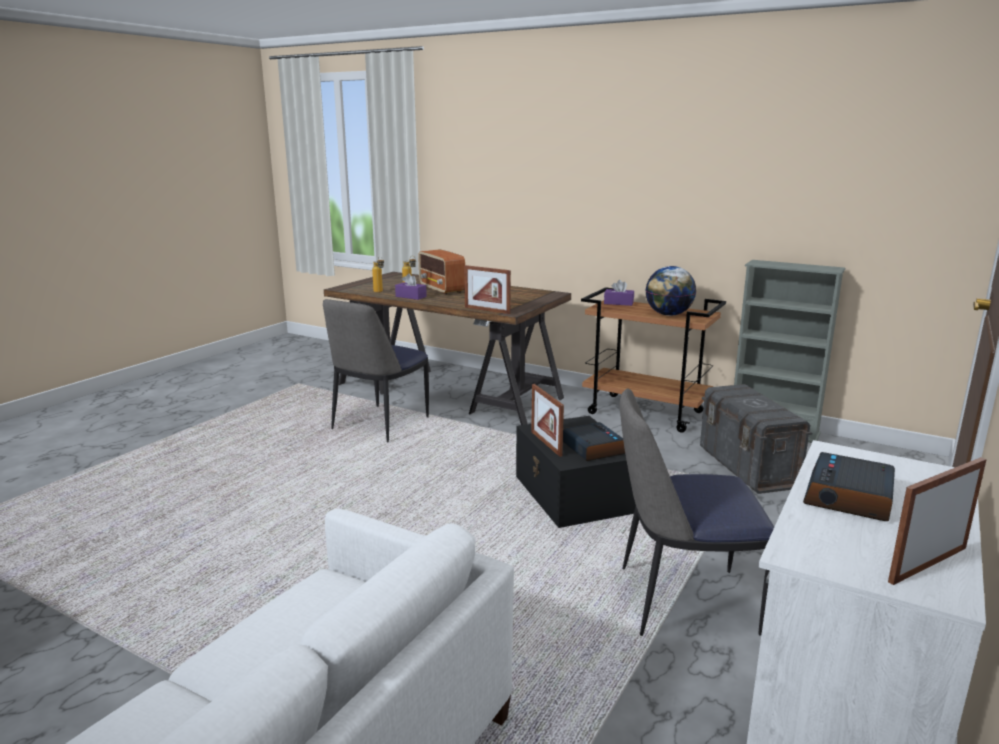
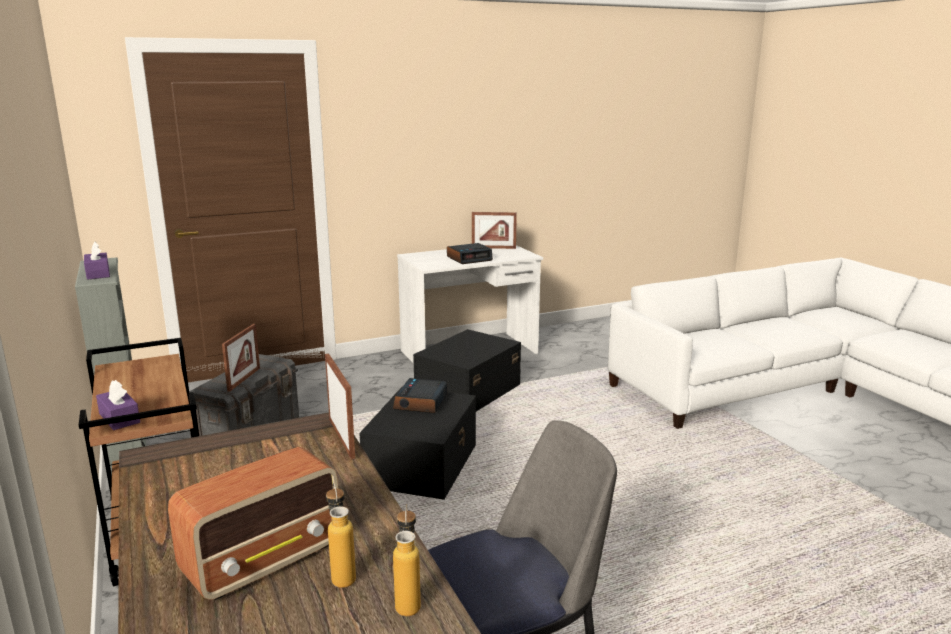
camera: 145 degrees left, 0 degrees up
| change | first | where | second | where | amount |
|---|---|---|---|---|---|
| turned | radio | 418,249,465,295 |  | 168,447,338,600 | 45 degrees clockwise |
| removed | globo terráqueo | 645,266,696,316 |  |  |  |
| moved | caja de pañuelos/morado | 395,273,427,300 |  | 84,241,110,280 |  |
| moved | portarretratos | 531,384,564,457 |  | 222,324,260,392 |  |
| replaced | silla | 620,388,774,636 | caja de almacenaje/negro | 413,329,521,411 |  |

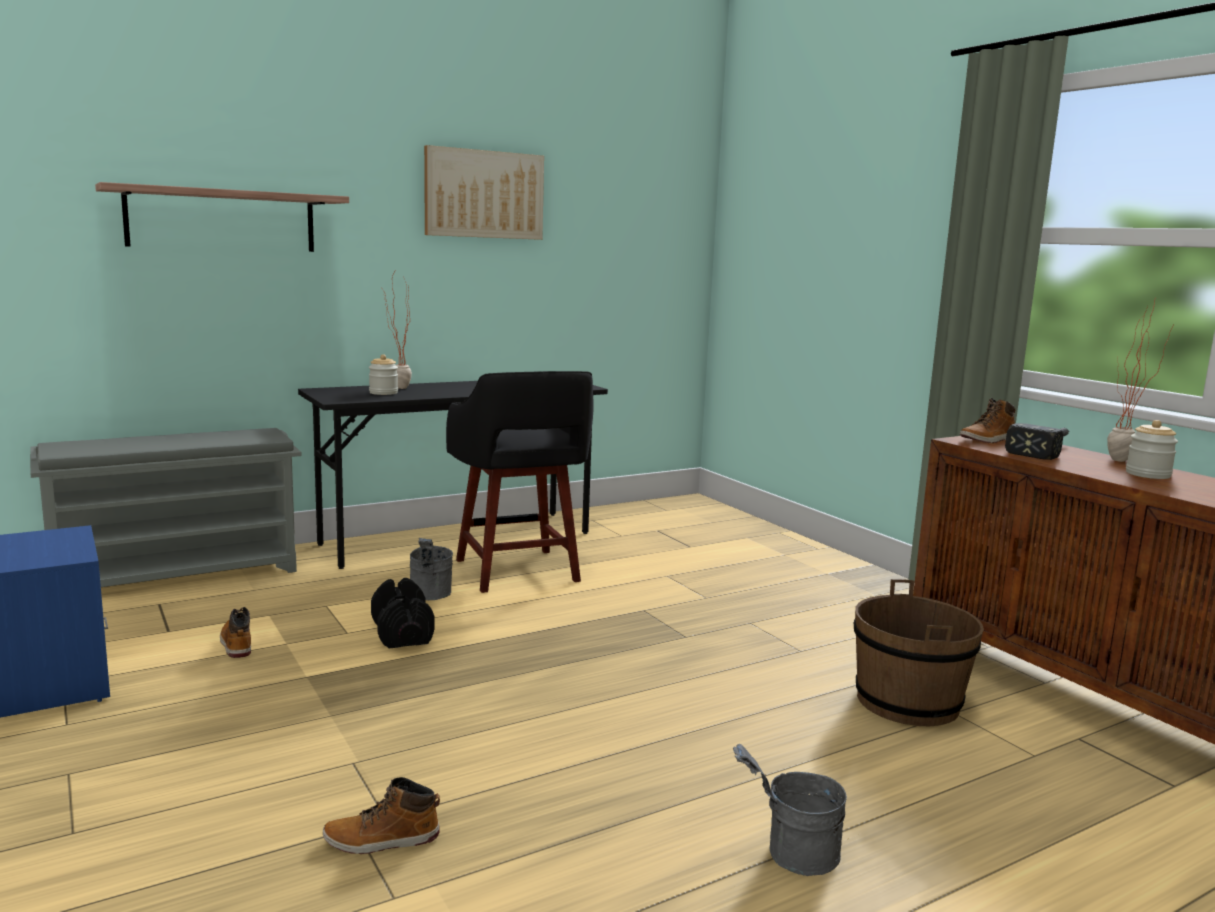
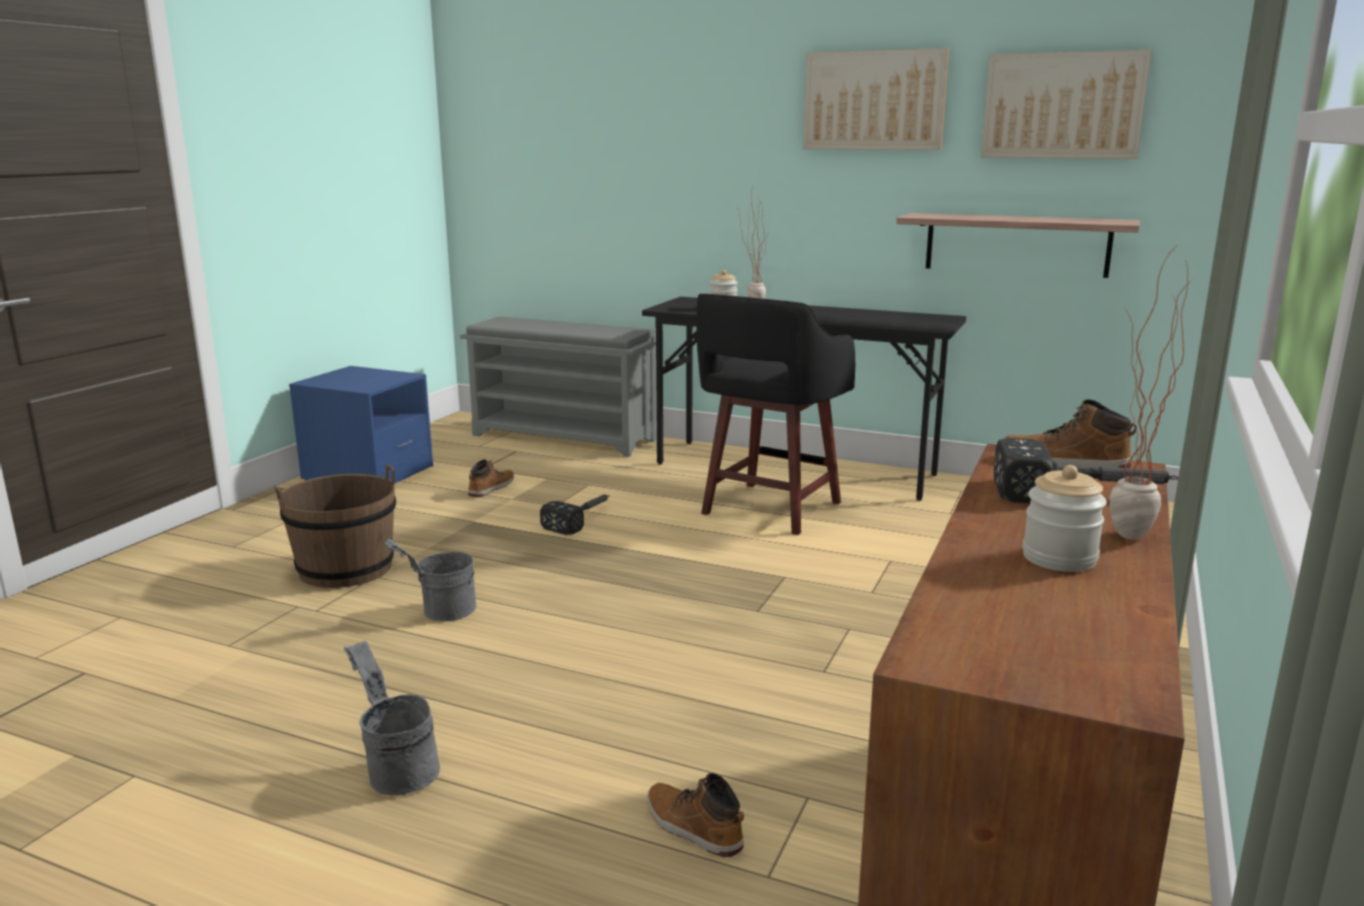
camera: 55 degrees right, 5 degrees up
| change | first | where | second | where | amount |
|---|---|---|---|---|---|
| moved | estante | 95,182,349,252 |  | 896,213,1139,278 |  |
| moved | cubo/gris | 410,538,453,600 |  | 384,539,476,621 |  |
| replaced | mancuerna/negro | 371,578,434,648 | martillo | 540,494,610,535 |  |
| moved | cubo/marrón | 854,579,984,726 |  | 274,464,396,588 |  |
| moved | bota | 323,777,440,854 |  | 647,773,744,857 |  |
| added |  |  | cuadro | 981,50,1152,159 |  |

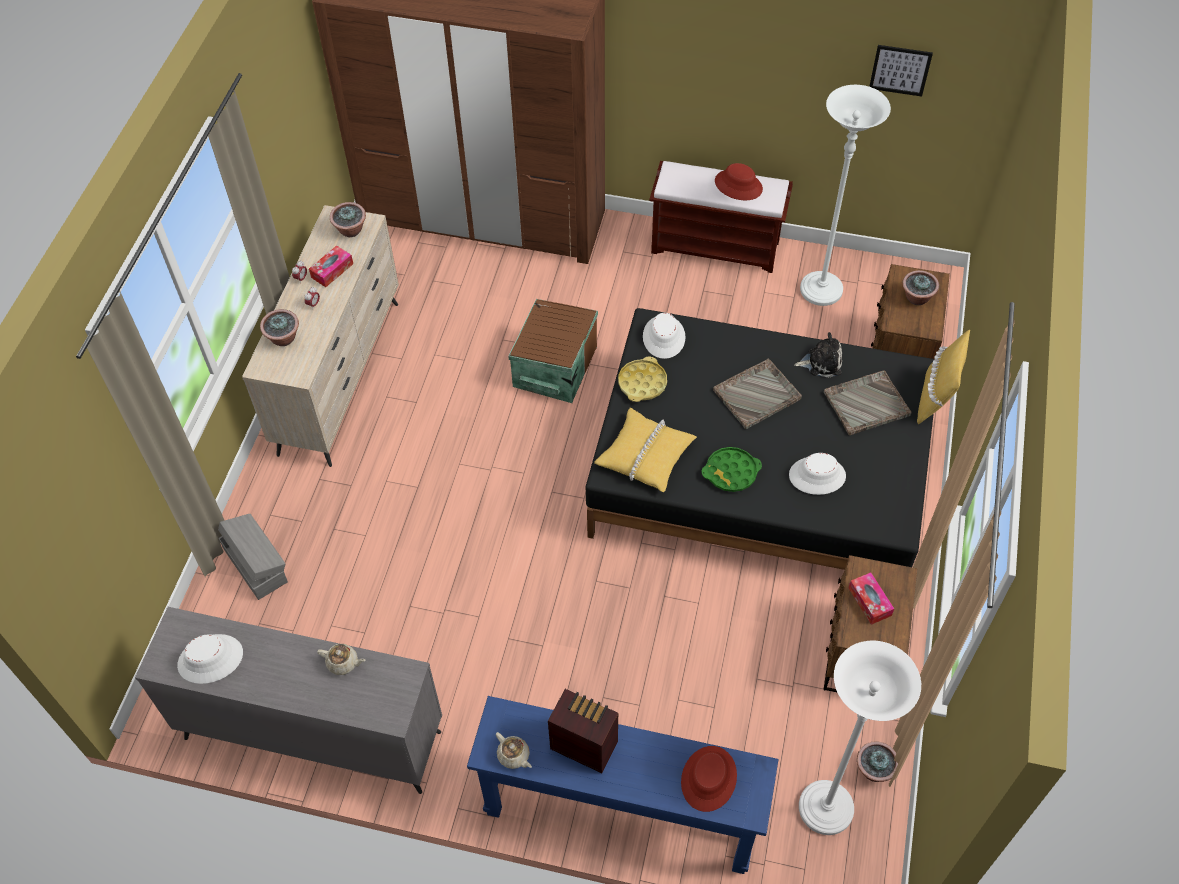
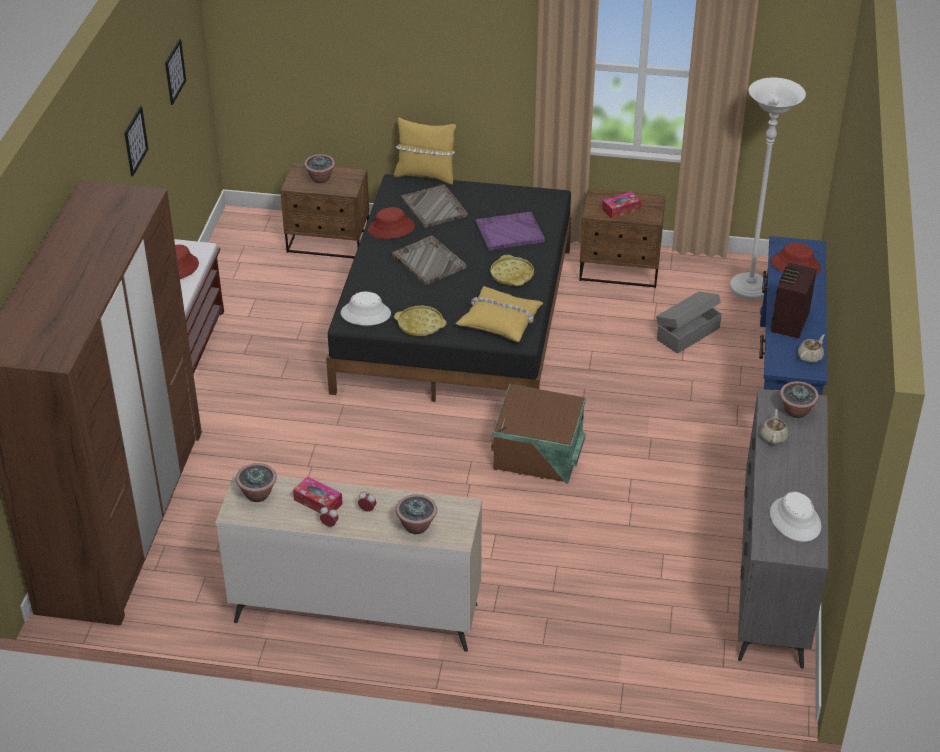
camera: 95 degrees left, 15 degrees down
| change | first | where | second | where | amount |
|---|---|---|---|---|---|
| removed | lámpara de pie/blanco | 800,85,891,306 |  |  |  |
| moved | caja de almacenaje/marrón | 508,299,598,403 |  | 491,384,586,484 |  |
| replaced | peluche | 794,332,842,378 | sombrero/rojo | 368,207,415,239 |  |
| recoloured | bandeja/verde | 701,447,762,492 | bandeja/amarillo | 490,255,534,286 |  |
| replaced | sombrero/blanco | 789,453,846,495 | bandeja/morado | 476,212,545,251 |  |
| moved | caja de almacenaje/gris | 218,514,288,600 |  | 656,292,722,353 |  |
| moved | planta en maceta | 857,741,898,782 |  | 780,381,819,418 |  |
| added |  |  | cuadro | 124,106,148,176 |  |

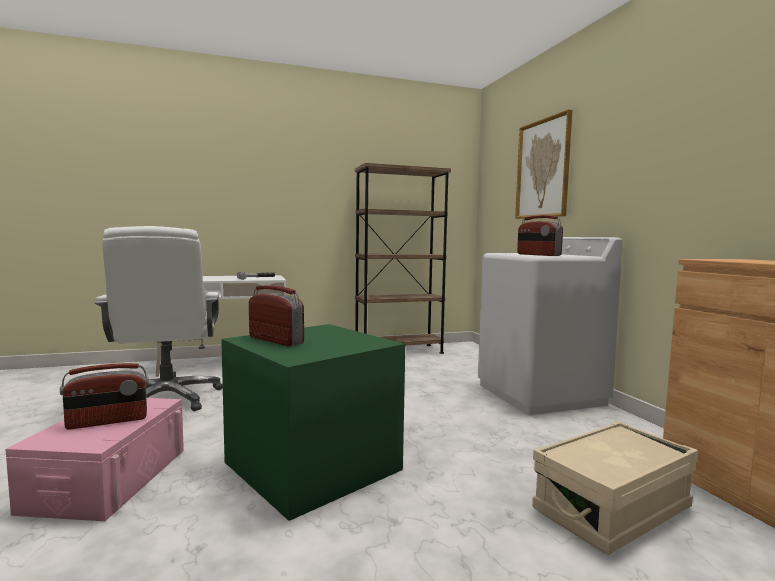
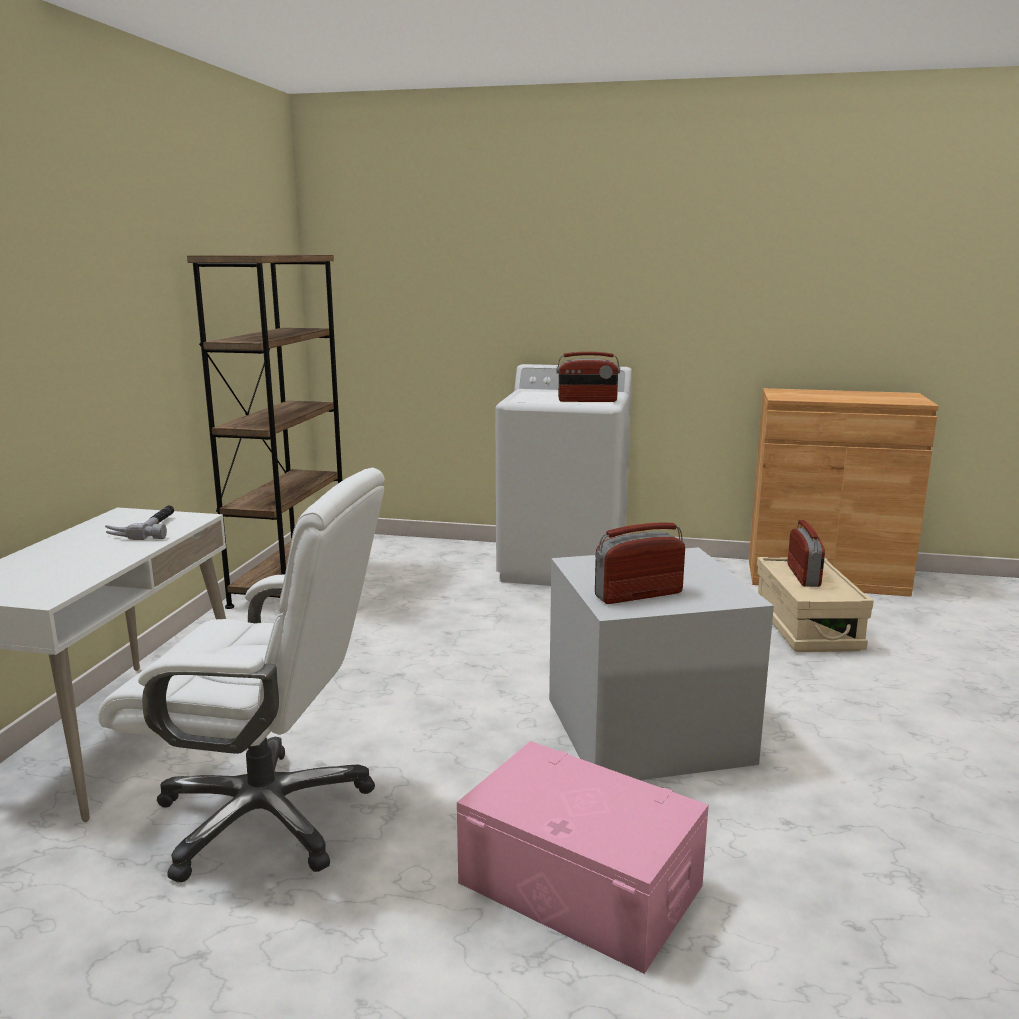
camera: 60 degrees left, 10 degrees up
| change | first | where | second | where | amount |
|---|---|---|---|---|---|
| removed | cuadro | 515,110,572,219 |  |  |  |
| recoloured | caja de almacenaje/verde | 221,324,405,521 | caja de almacenaje/gris | 549,547,774,780 |  |
| moved | radio | 60,363,149,429 |  | 787,520,825,587 |  |

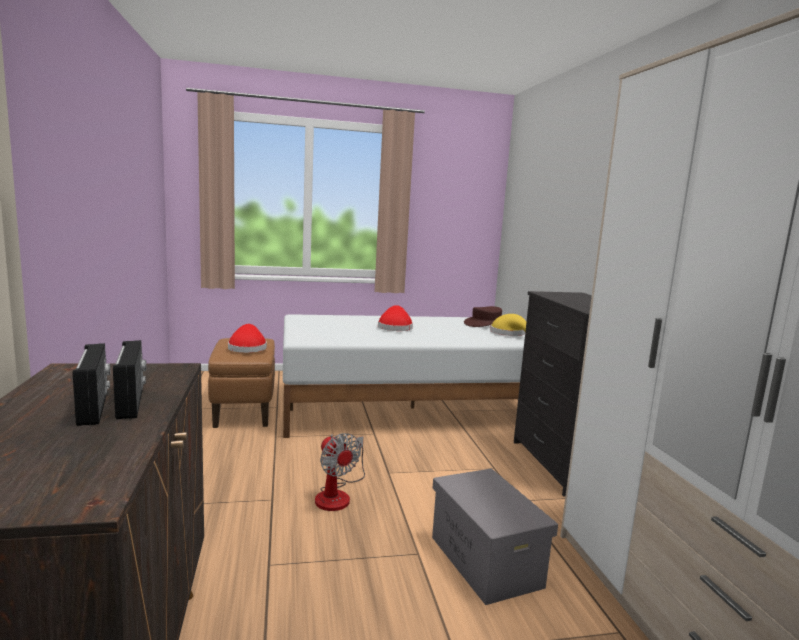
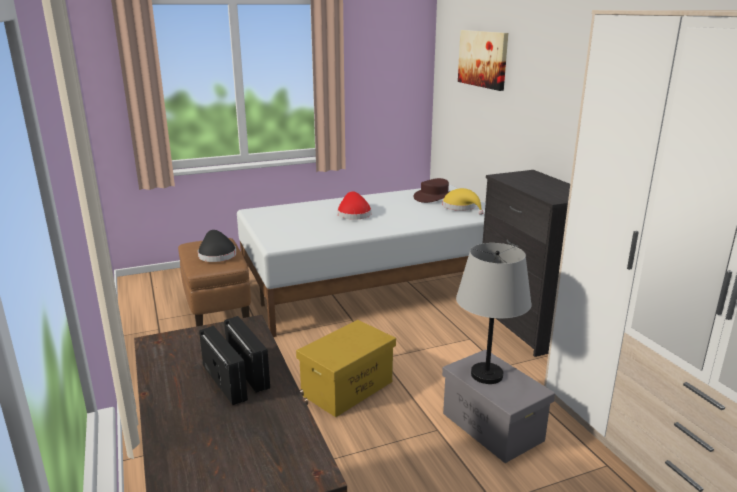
camera: 10 degrees left, 10 degrees up
| change | first | where | second | where | amount |
|---|---|---|---|---|---|
| recoloured | sombrero/rojo | 228,324,267,353 | sombrero/negro | 198,230,236,262 |  |
| replaced | ventilador | 315,433,365,511 | caja de almacenaje/amarillo | 296,320,396,417 |  |
| added |  |  | cuadro | 458,30,508,91 |  |
| added |  |  | lámpara de mesa/gris | 456,243,532,384 |  |

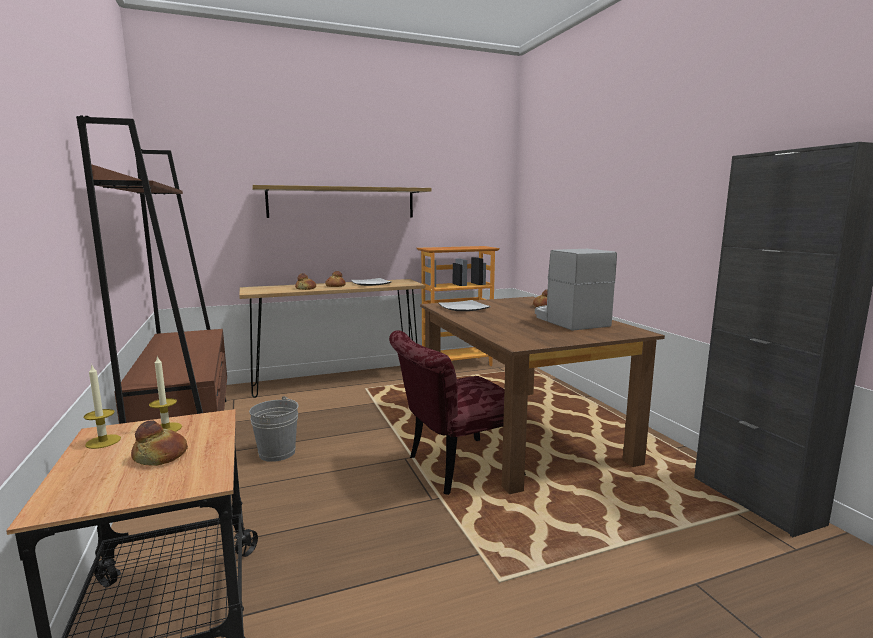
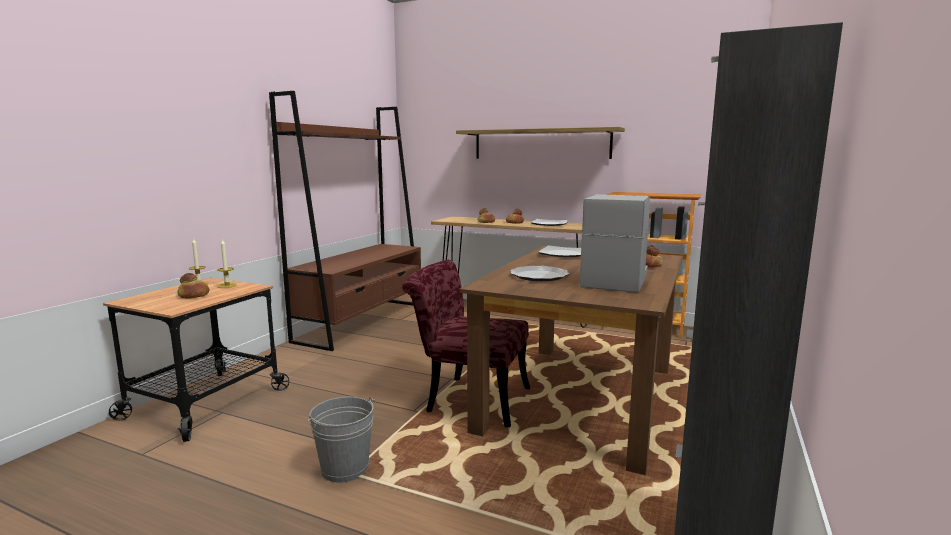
camera: 45 degrees right, 0 degrees up
| change | first | where | second | where | amount |
|---|---|---|---|---|---|
| moved | cubo/gris | 249,396,299,462 |  | 308,397,375,483 |  |
| added |  |  | plato | 511,266,569,281 |  |

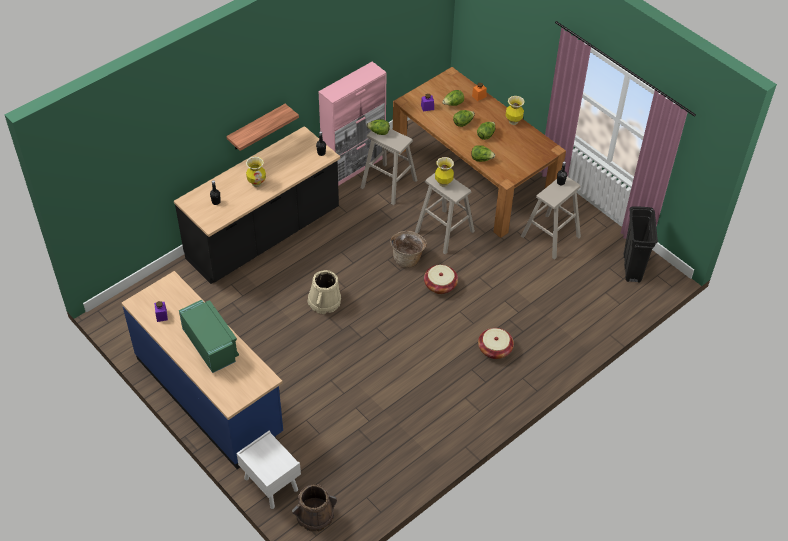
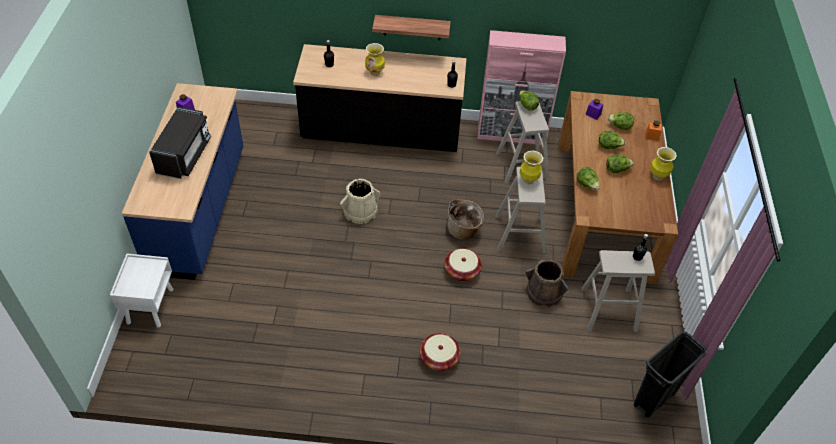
camera: 45 degrees right, 0 degrees up
| change | first | where | second | where | amount |
|---|---|---|---|---|---|
| recoloured | microondas/verde | 179,300,239,373 | microondas/negro | 149,107,211,179 |  |
| moved | cubo/marrón | 292,484,337,532 |  | 526,259,568,308 |  |

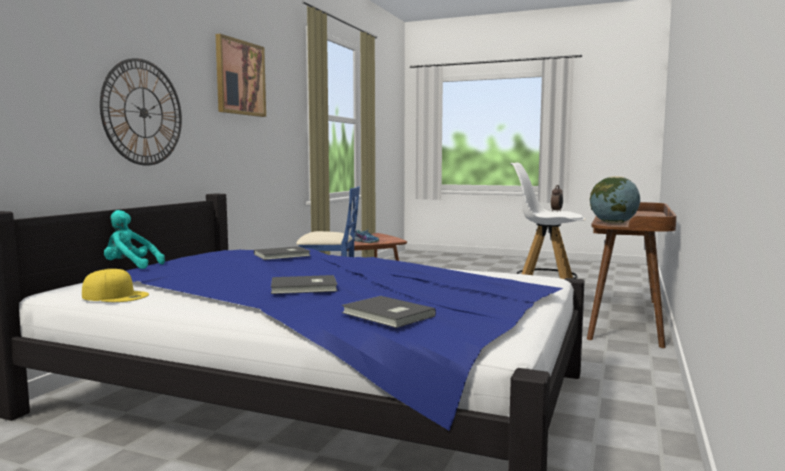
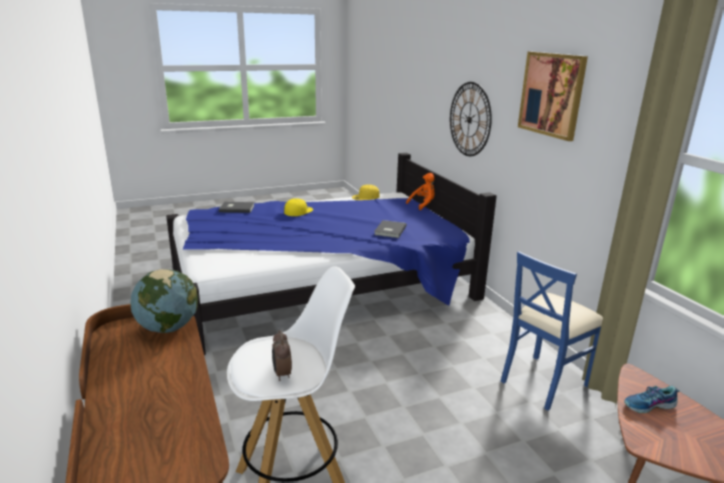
camera: 135 degrees right, 15 degrees up
| change | first | where | second | where | amount |
|---|---|---|---|---|---|
| recoloured | peluche/turquesa | 104,210,165,269 | peluche/naranja | 406,173,434,210 |  |
| replaced | libro/gris | 271,275,338,294 | gorra/amarillo | 284,198,313,216 |  |

